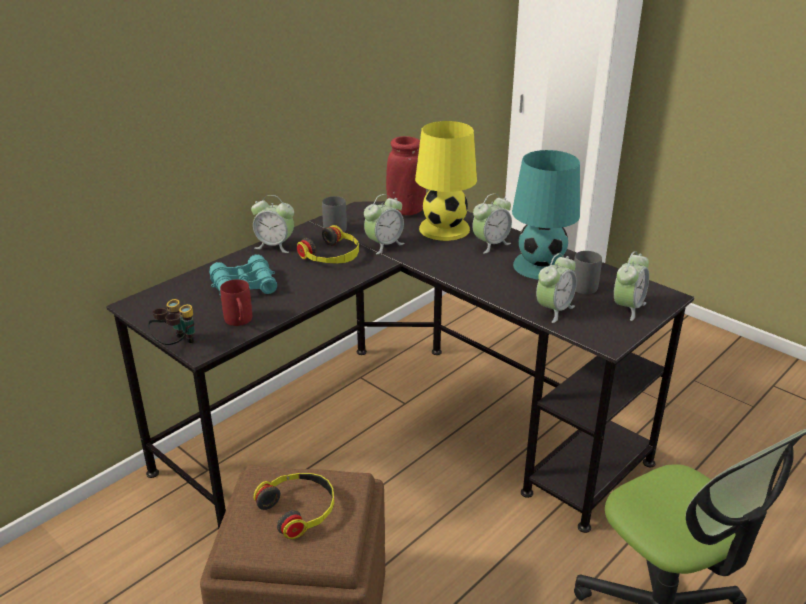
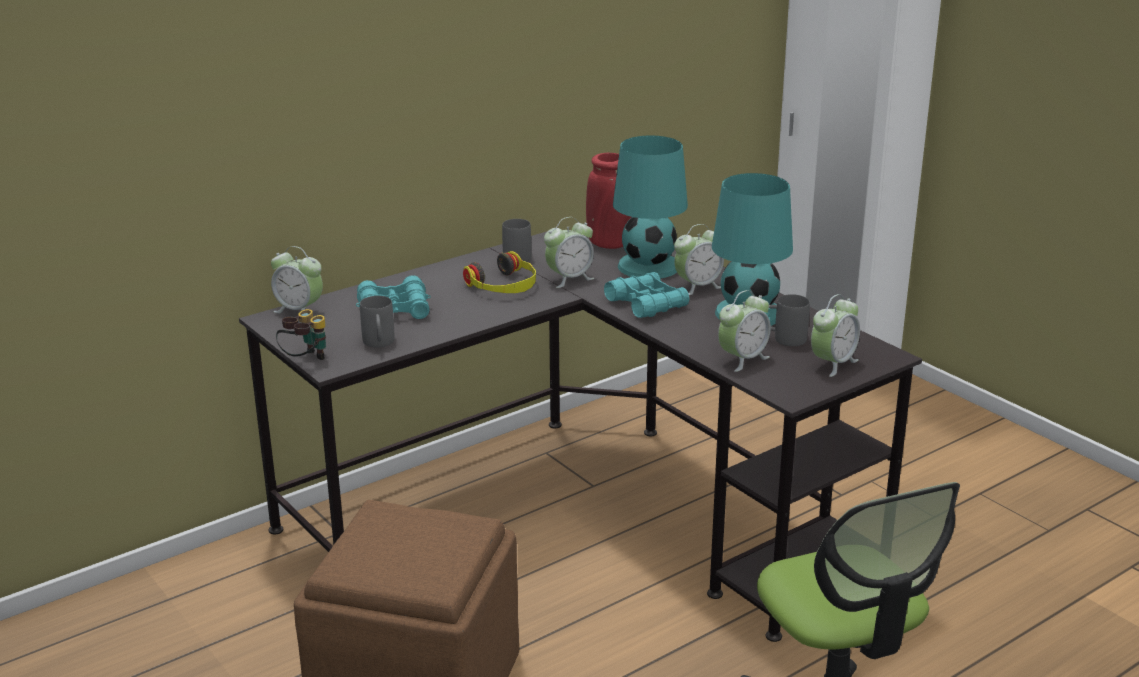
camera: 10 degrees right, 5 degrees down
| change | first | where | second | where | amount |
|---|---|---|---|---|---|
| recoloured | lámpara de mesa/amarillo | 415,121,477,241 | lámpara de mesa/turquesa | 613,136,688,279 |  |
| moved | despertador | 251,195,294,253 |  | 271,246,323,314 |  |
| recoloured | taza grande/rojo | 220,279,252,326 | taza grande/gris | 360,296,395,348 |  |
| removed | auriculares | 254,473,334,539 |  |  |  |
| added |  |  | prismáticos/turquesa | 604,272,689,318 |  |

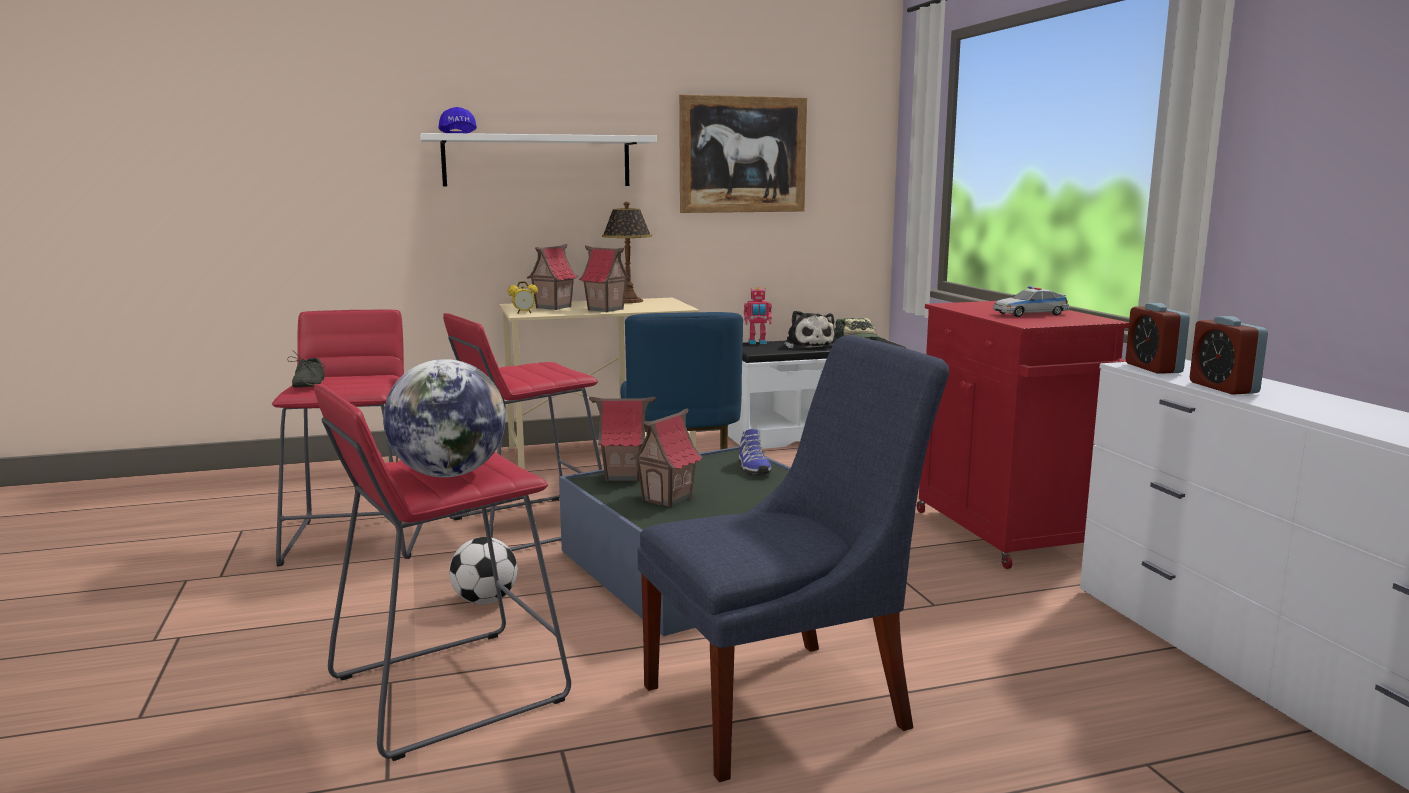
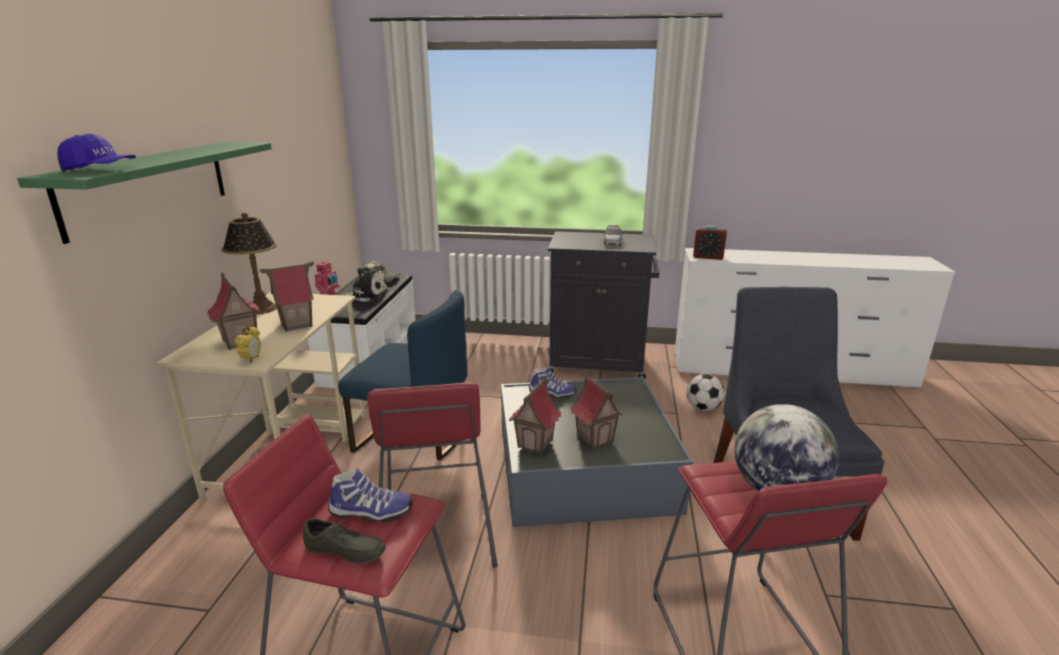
camera: 65 degrees left, 10 degrees up
| change | first | where | second | where | amount |
|---|---|---|---|---|---|
| removed | cuadro | 679,95,807,213 |  |  |  |
| recoloured | estante/blanco | 420,133,657,187 | estante/verde | 17,142,272,244 |  |
| recoloured | armario/rojo | 917,301,1129,569 | armario/negro | 548,231,659,379 |  |
| removed | despertador | 1190,316,1268,395 |  |  |  |
| moved | balón de fútbol | 449,537,517,605 |  | 686,374,725,411 |  |
| added |  |  | zapato | 328,468,413,522 |  |

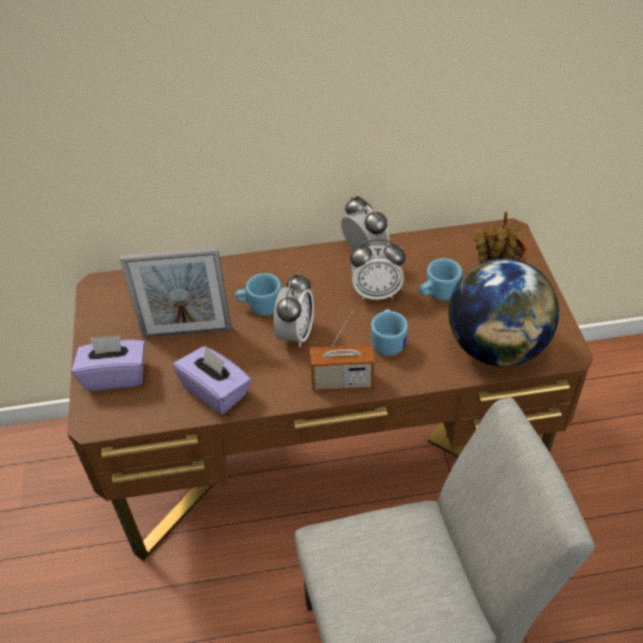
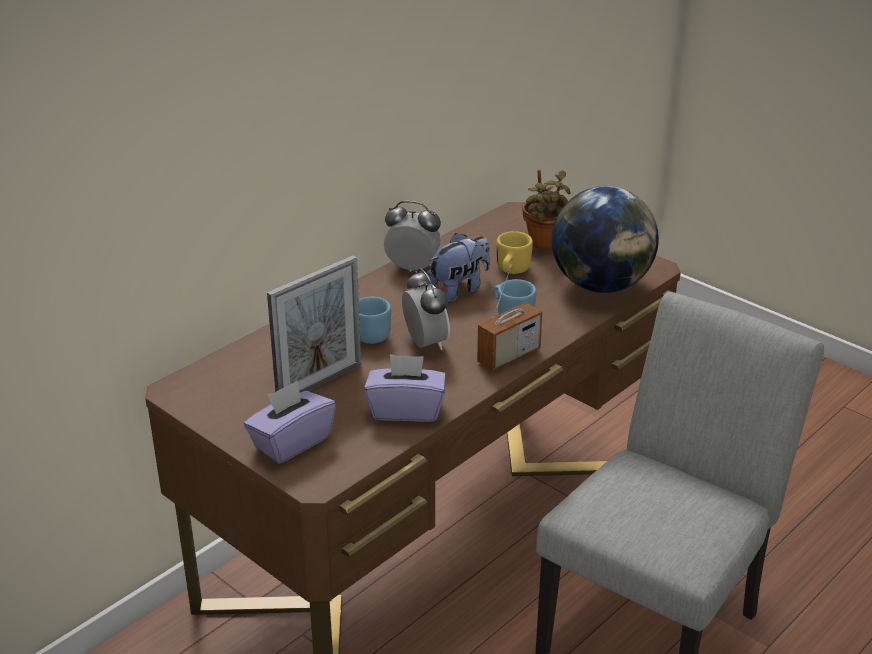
camera: 40 degrees left, 15 degrees down
| change | first | where | second | where | amount |
|---|---|---|---|---|---|
| replaced | despertador | 350,239,406,300 | peluche | 427,233,490,303 |  |
| recoloured | taza grande/azul | 419,258,462,301 | taza grande/amarillo | 497,231,533,274 |  |

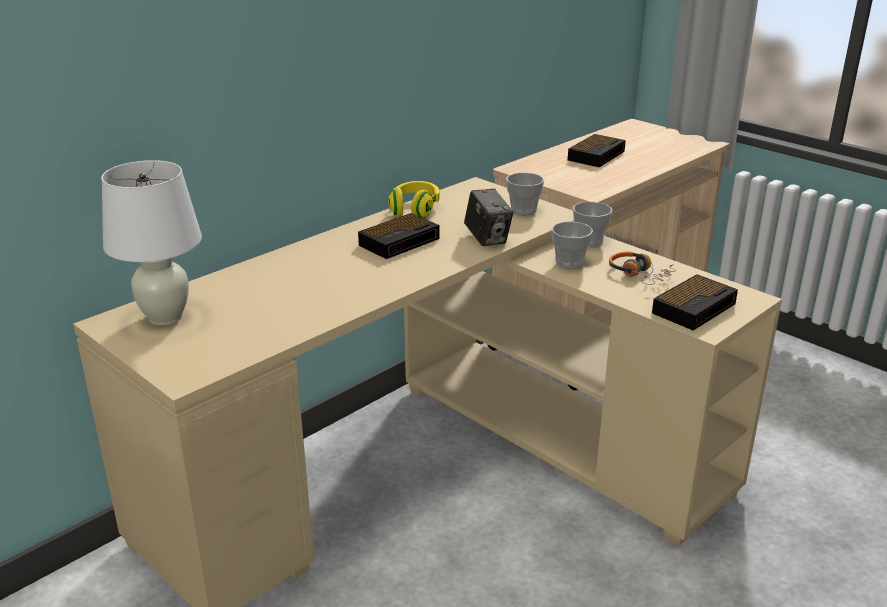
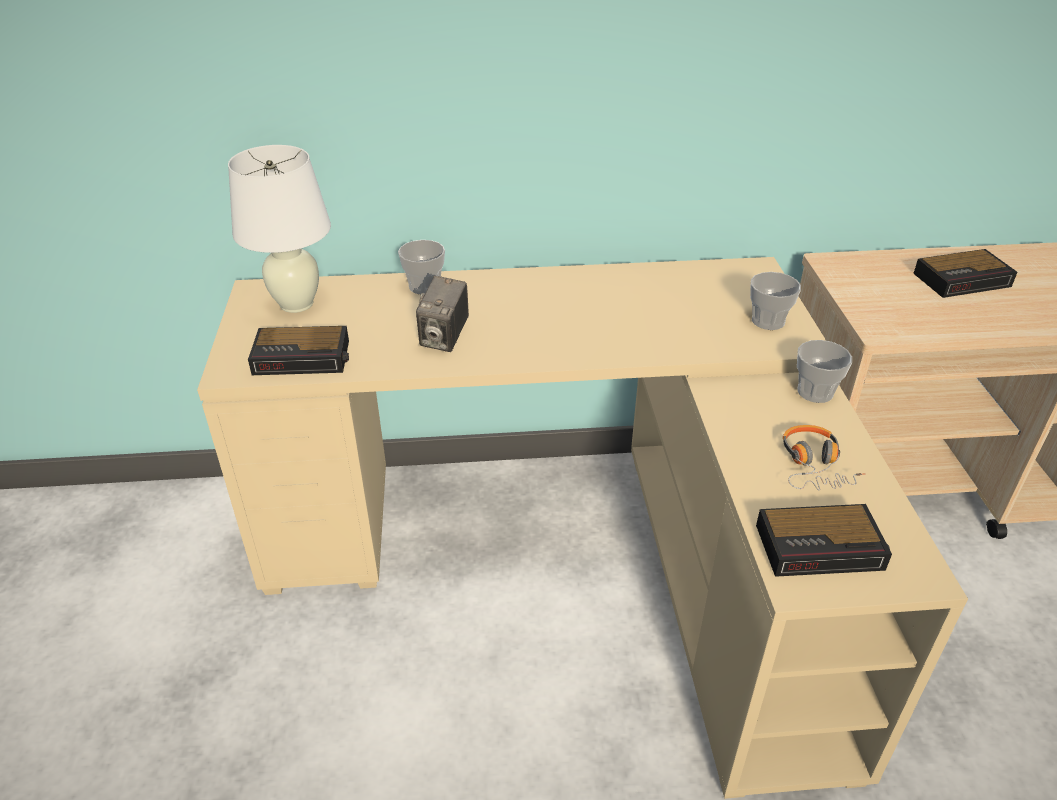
camera: 40 degrees right, 10 degrees up
| change | first | where | second | where | amount |
|---|---|---|---|---|---|
| removed | auriculares/amarillo | 388,181,439,218 |  |  |  |
| moved | cámara | 464,189,514,246 |  | 416,276,469,352 |  |
| moved | despertador | 358,213,440,259 |  | 248,326,349,375 |  |
| moved | taza | 551,221,593,269 |  | 398,240,445,294 |  |

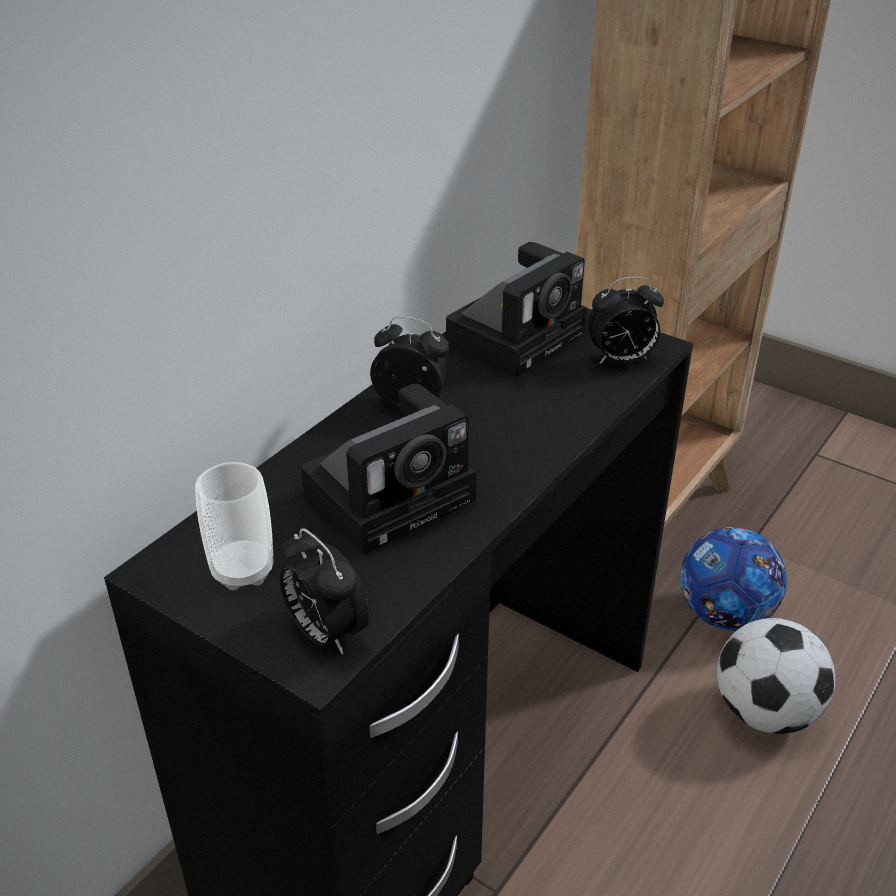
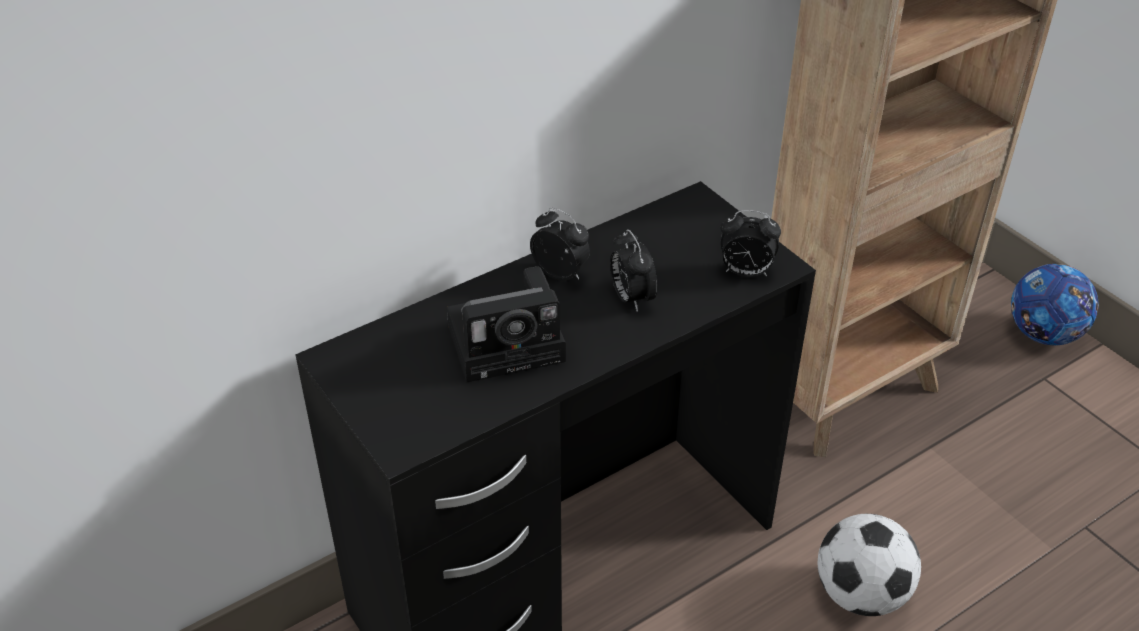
camera: 20 degrees right, 5 degrees up
| change | first | where | second | where | amount |
|---|---|---|---|---|---|
| removed | cámara | 446,242,587,377 |  |  |  |
| removed | taza | 195,462,274,590 |  |  |  |
| moved | balón de fútbol | 680,527,787,631 |  | 1011,264,1098,345 |  |
| moved | despertador | 280,528,370,655 |  | 610,229,657,312 |  |

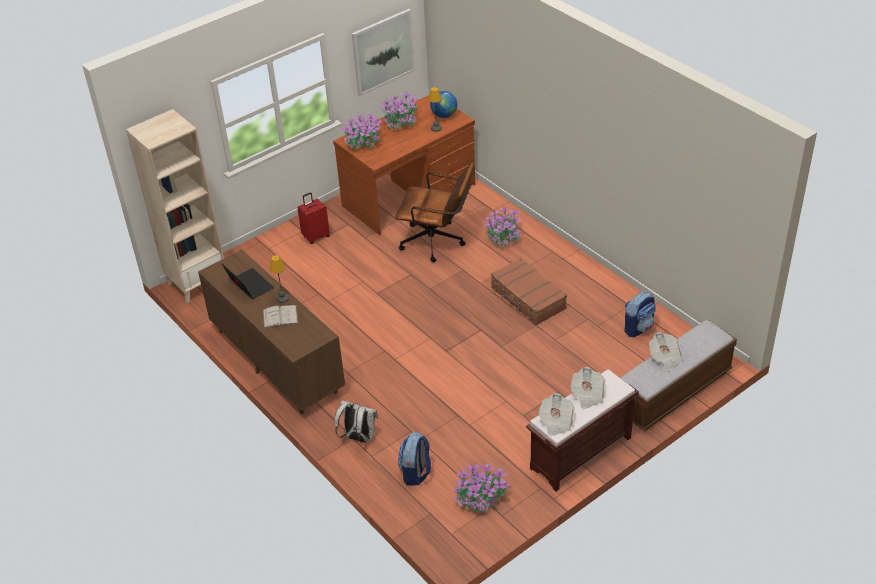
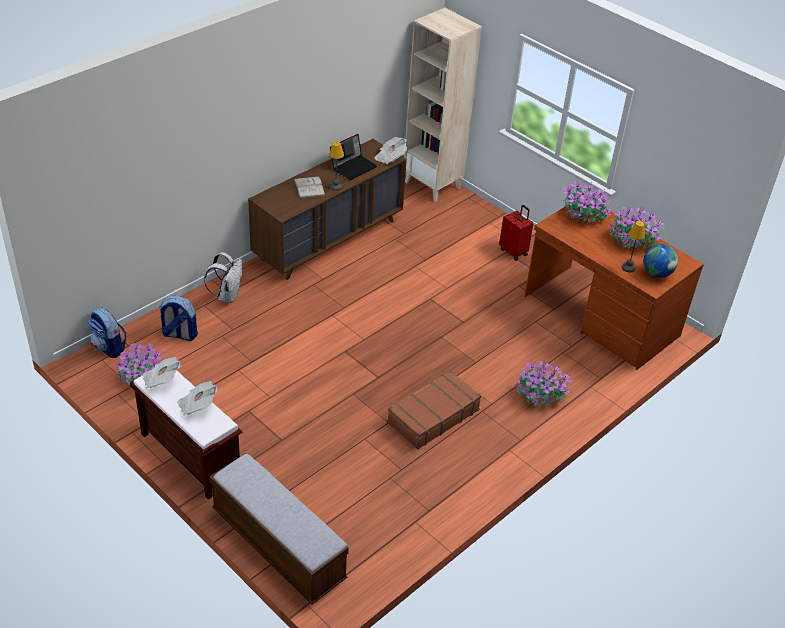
camera: 80 degrees right, 0 degrees up
| change | first | where | second | where | amount |
|---|---|---|---|---|---|
| removed | cuadro | 352,9,415,96 |  |  |  |
| removed | silla de oficina/marrón | 395,163,474,262 |  |  |  |
| moved | mochila | 624,292,656,337 |  | 88,307,126,358 |  |
| moved | periódico | 649,332,683,371 |  | 375,137,407,165 |  |

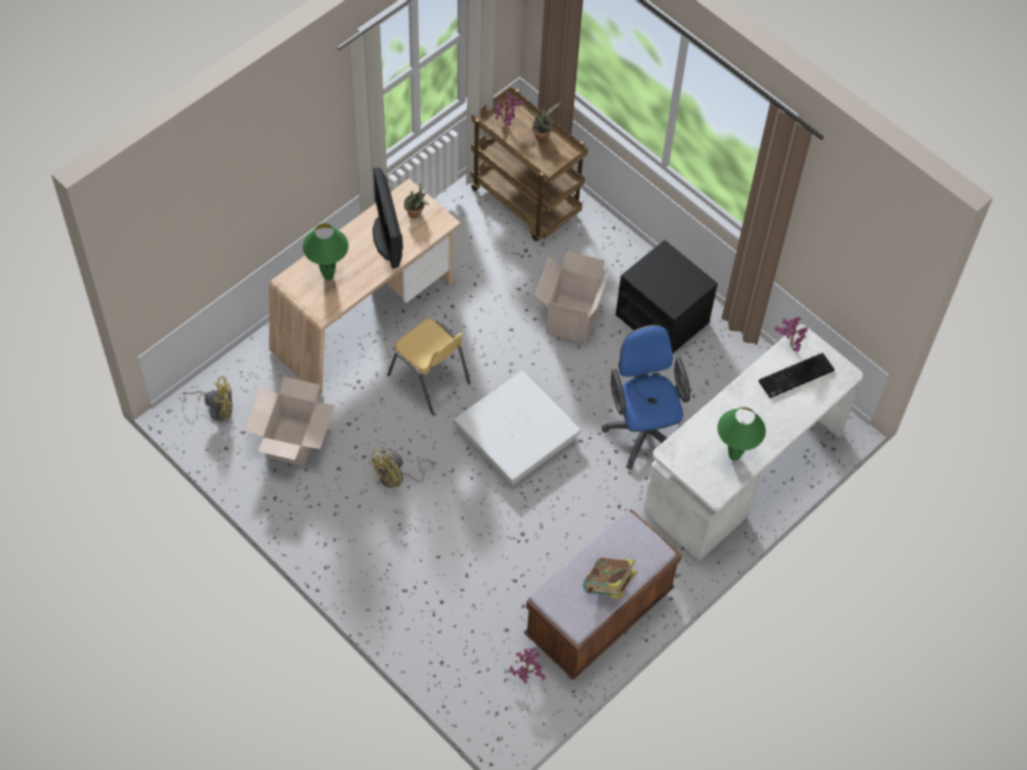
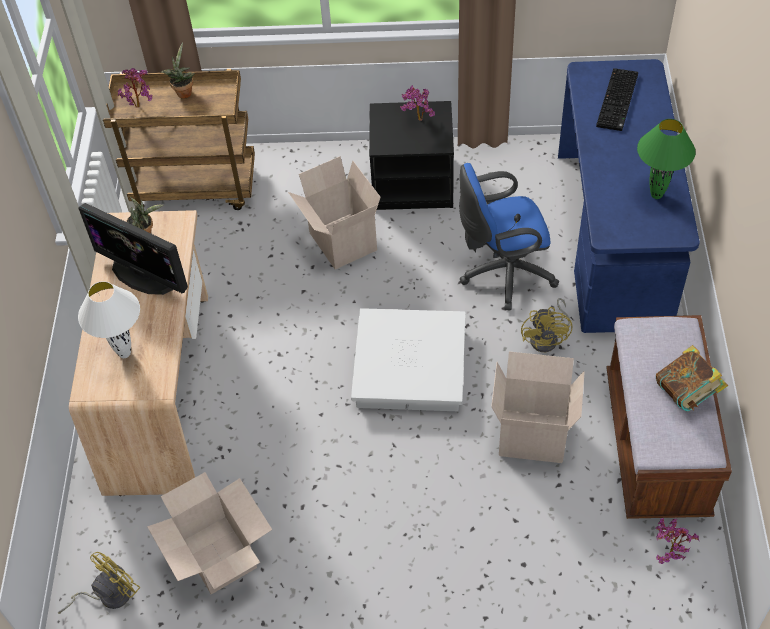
camera: 40 degrees left, 5 degrees down
| change | first | where | second | where | amount |
|---|---|---|---|---|---|
| recoloured | lámpara de mesa/verde | 303,223,349,280 | lámpara de mesa/blanco | 78,281,140,358 |  |
| moved | planta en maceta | 775,317,808,352 |  | 400,85,435,121 |  |
| removed | silla/amarillo | 387,319,470,414 |  |  |  |
| recoloured | escritorio/blanco | 643,324,863,561 | escritorio/azul | 558,59,700,333 |  |
| turned | silla de oficina/azul | 602,325,690,470 |  | 459,163,559,310 | 45 degrees counterclockwise |
| moved | ventilador/amarillo | 368,448,434,488 |  | 521,298,572,352 |  |
| added |  |  | caja de cartón | 491,352,585,463 |  |

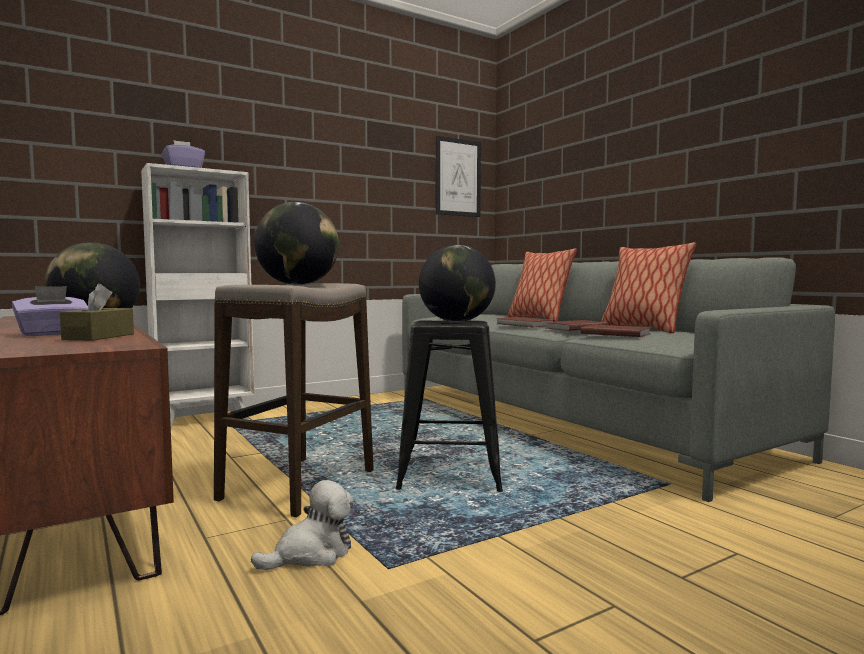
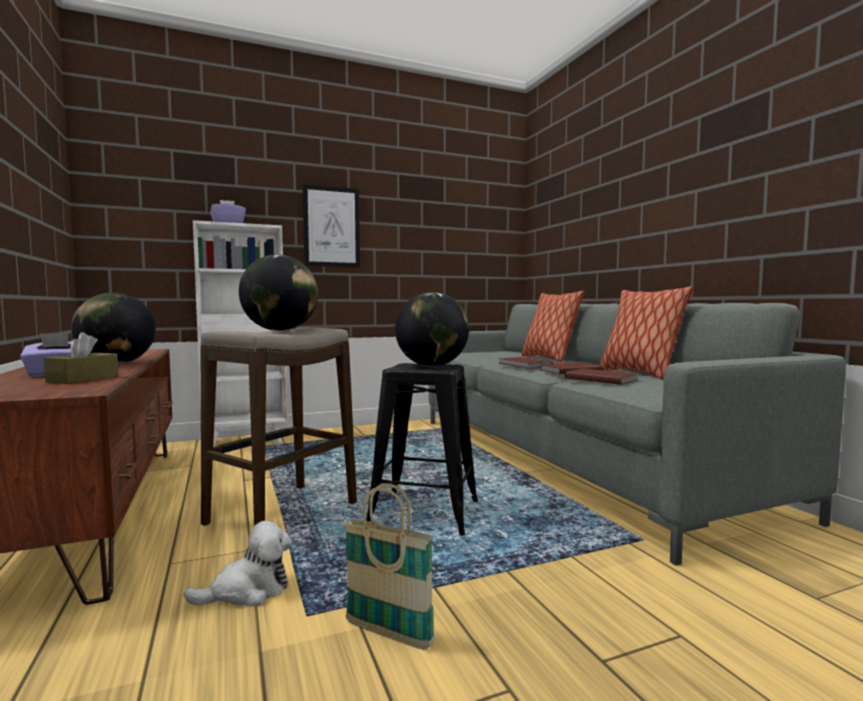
camera: 10 degrees right, 0 degrees up
| change | first | where | second | where | amount |
|---|---|---|---|---|---|
| moved | cuadro | 436,136,481,217 |  | 303,184,360,267 |  |
| added |  |  | cesta | 344,483,435,650 |  |

